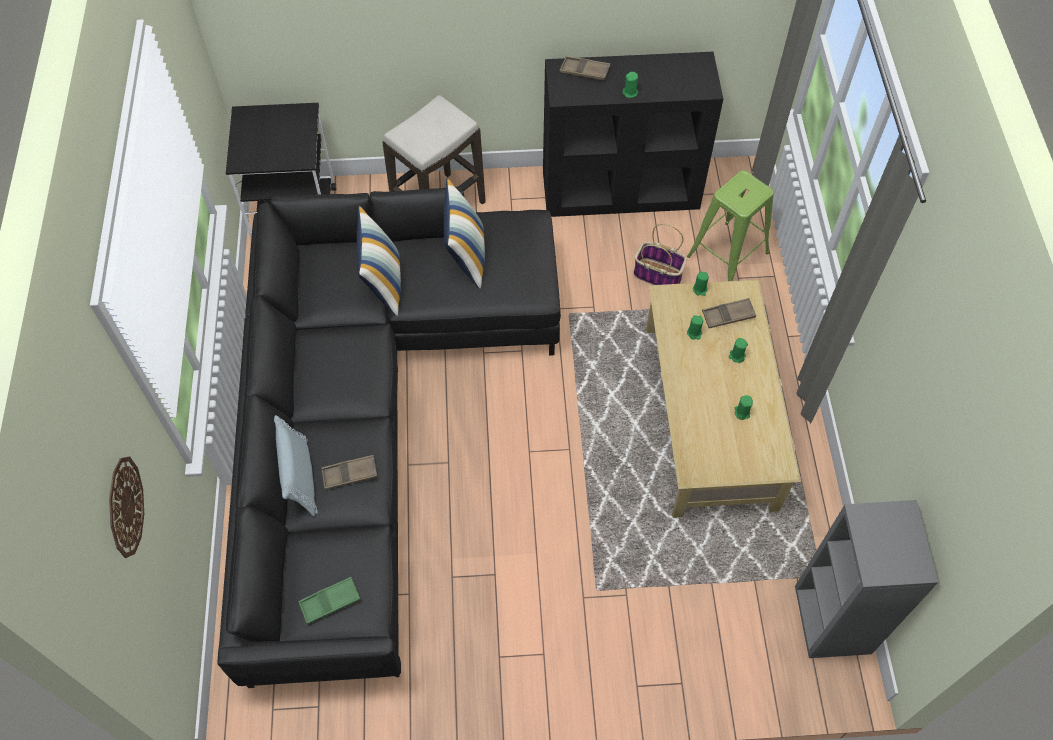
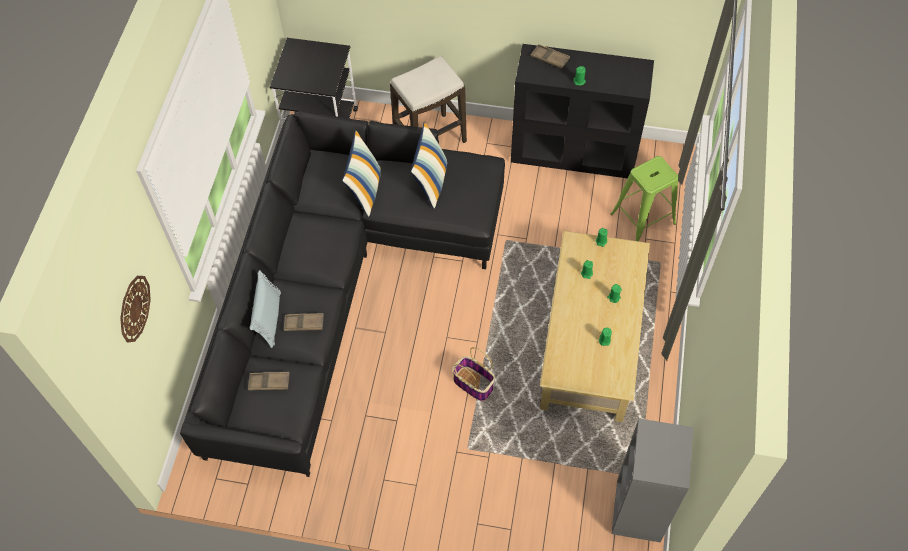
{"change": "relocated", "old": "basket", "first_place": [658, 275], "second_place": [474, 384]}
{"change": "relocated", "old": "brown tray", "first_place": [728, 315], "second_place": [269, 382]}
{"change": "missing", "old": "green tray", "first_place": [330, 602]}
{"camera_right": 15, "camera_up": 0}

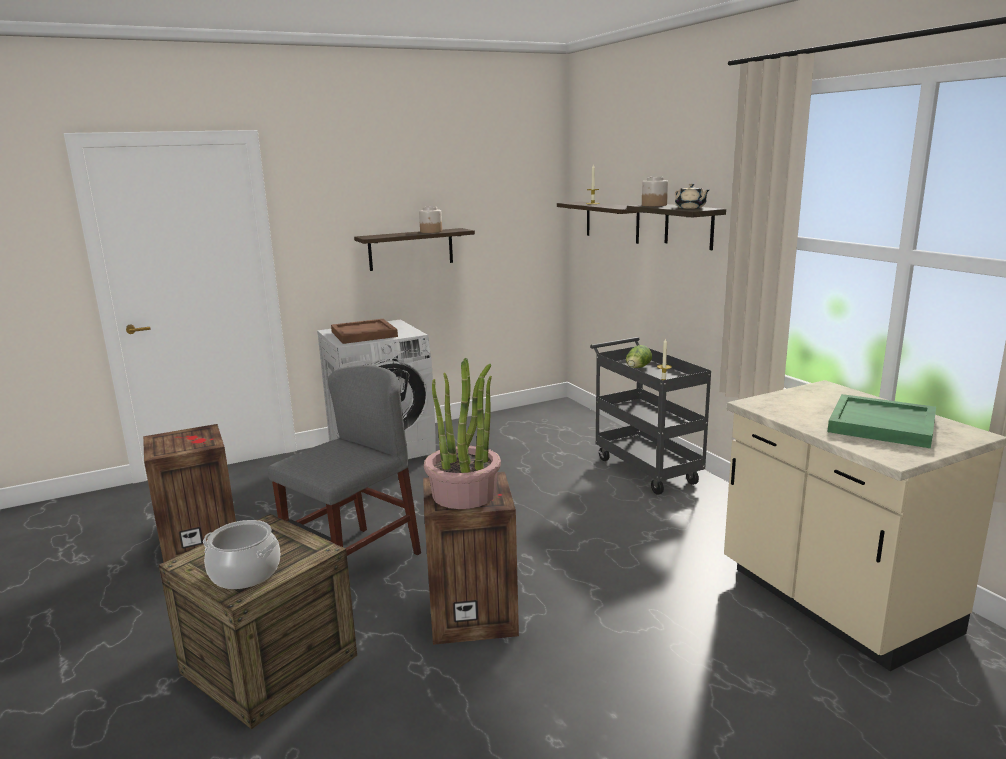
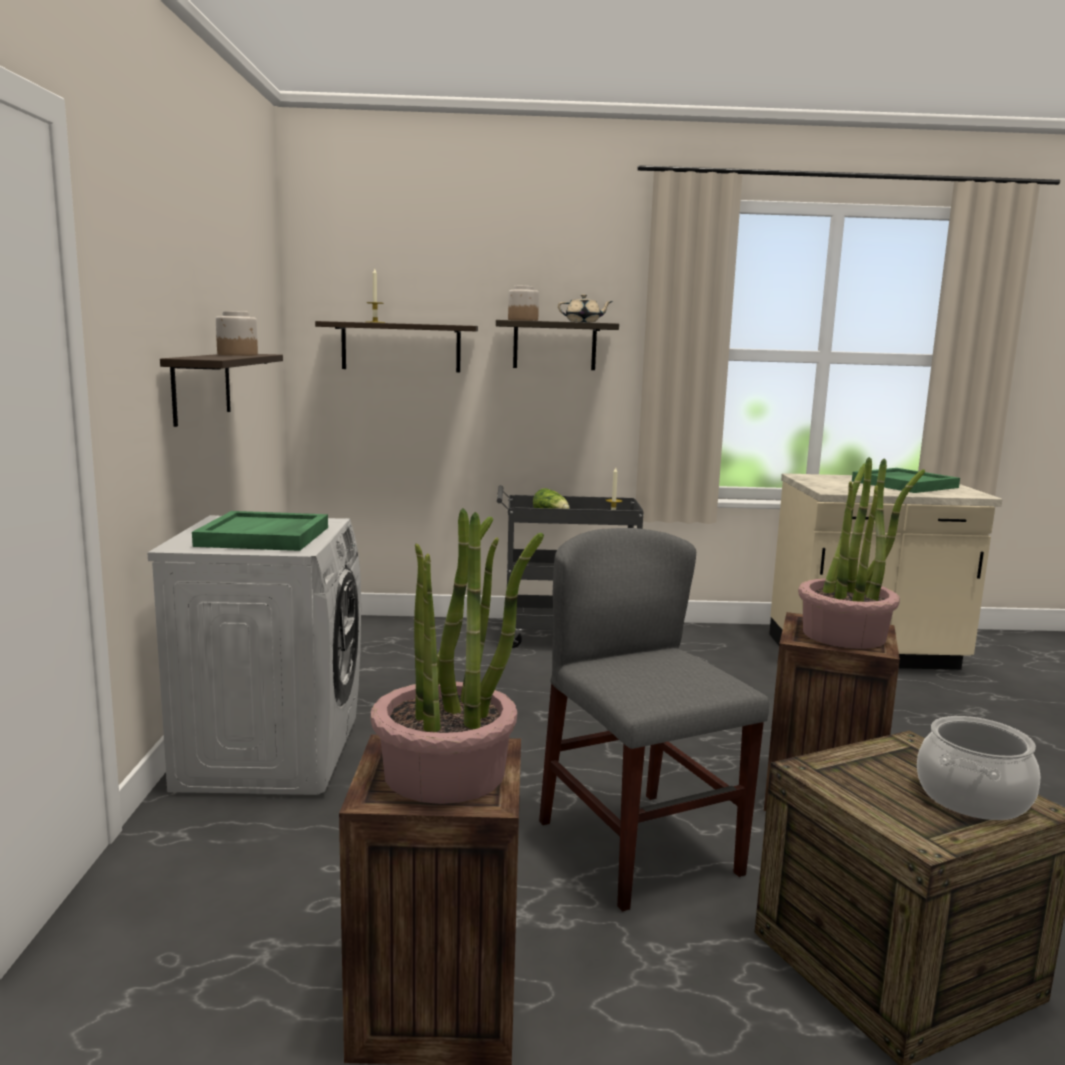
{"change": "colour", "old": "brown tray", "new": "green tray", "first_place": [363, 334], "second_place": [264, 537]}
{"change": "appeared", "new": "potted plant", "second_place": [446, 773]}
{"camera_right": -65, "camera_up": -5}

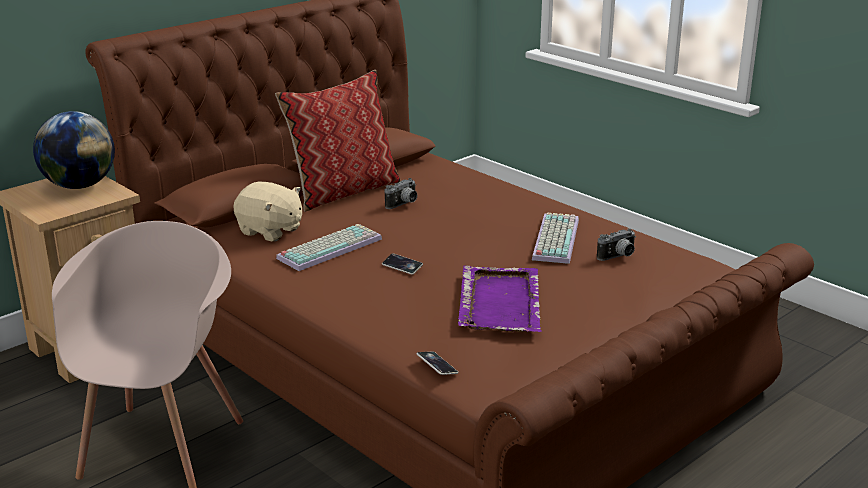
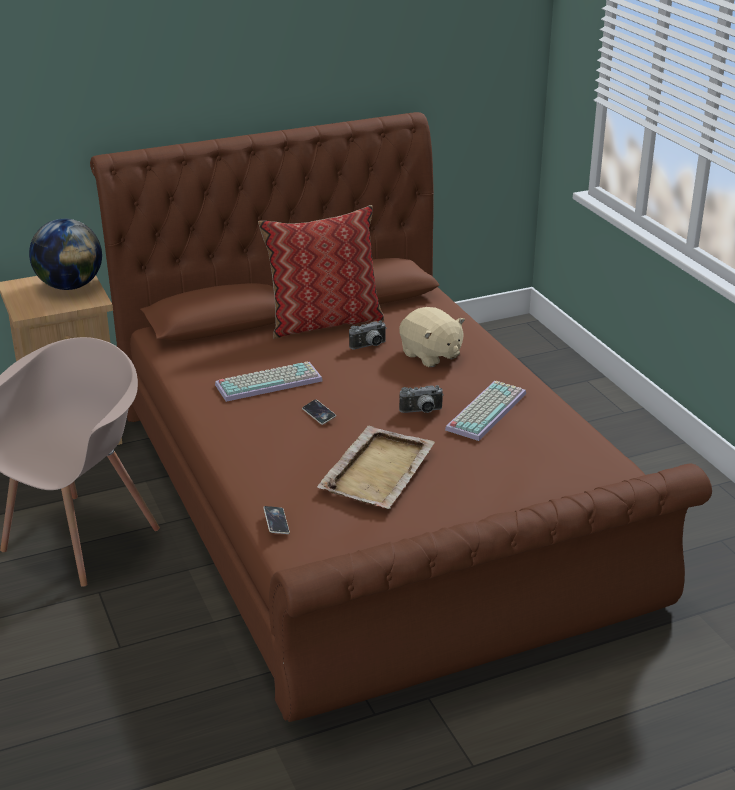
{"change": "relocated", "old": "beige plush toy", "first_place": [270, 231], "second_place": [431, 355]}
{"change": "relocated", "old": "photo camera", "first_place": [618, 257], "second_place": [422, 412]}
{"change": "colour", "old": "purple tray", "new": "beige tray", "first_place": [500, 302], "second_place": [378, 469]}
{"camera_right": 20, "camera_up": 5}

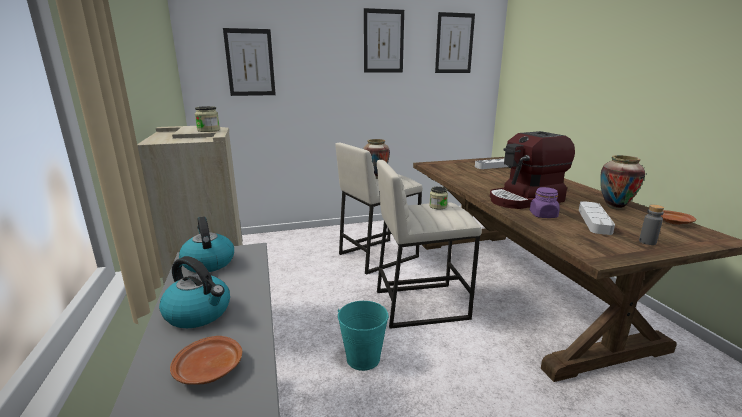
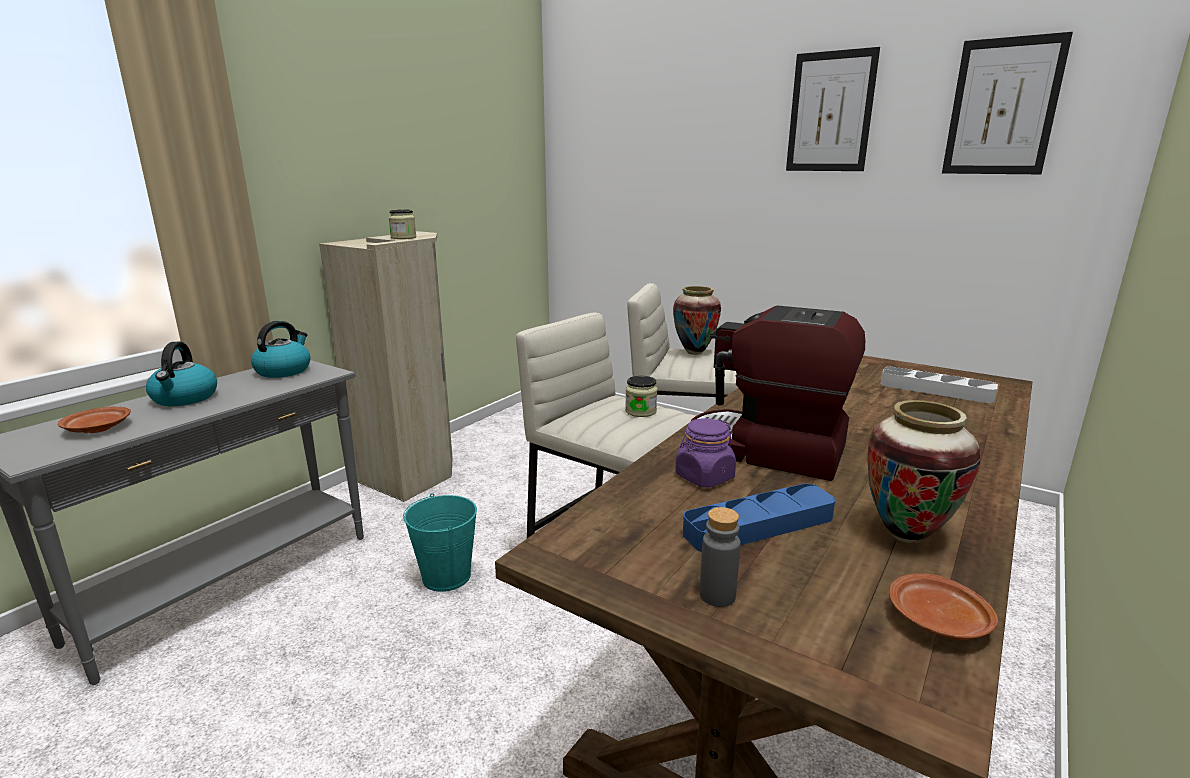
{"change": "missing", "old": "picture", "first_place": [250, 62]}
{"change": "colour", "old": "grey tray", "new": "blue tray", "first_place": [594, 221], "second_place": [759, 525]}
{"camera_right": 50, "camera_up": 0}

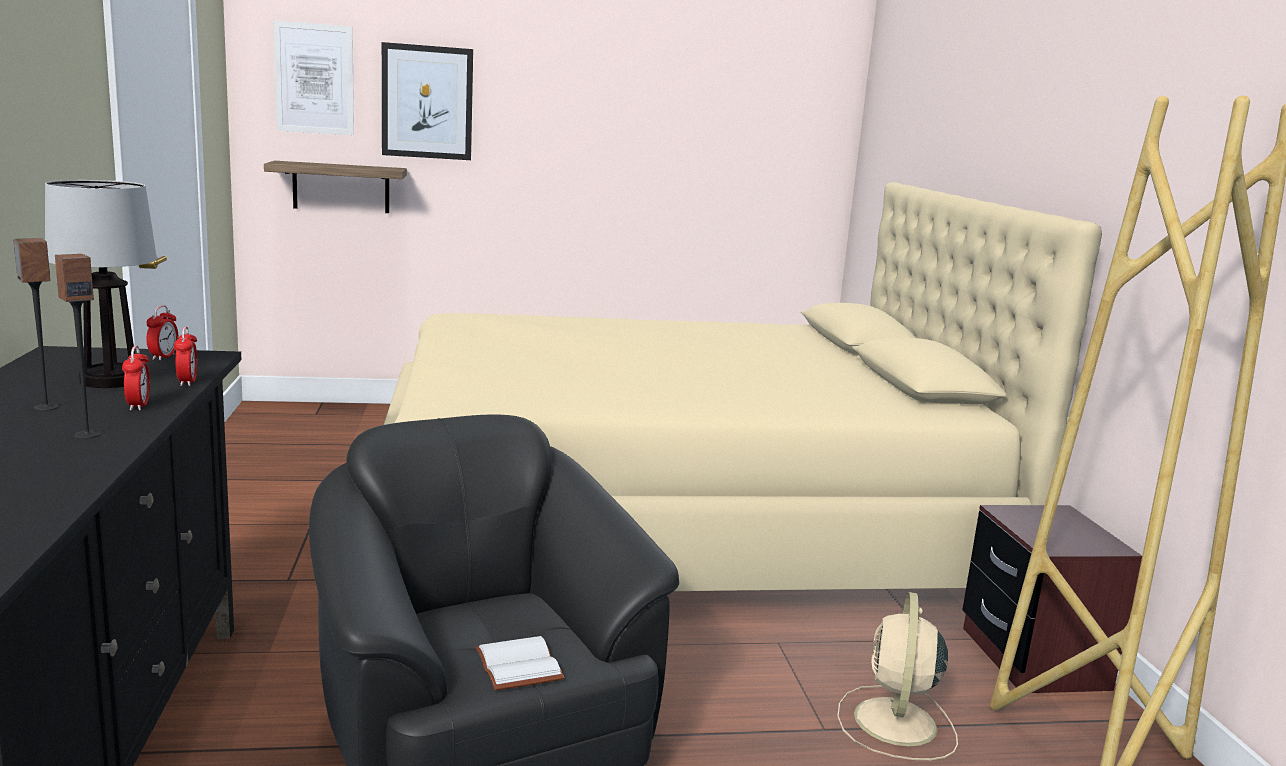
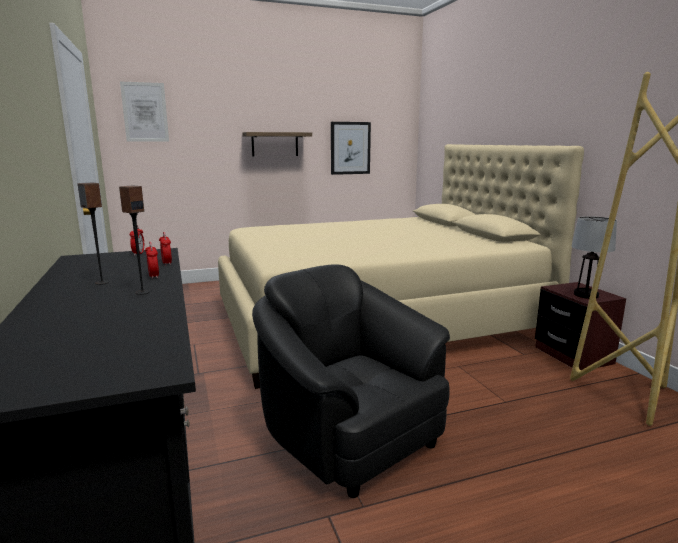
{"change": "relocated", "old": "picture", "first_place": [427, 102], "second_place": [350, 148]}
{"change": "relocated", "old": "shelf", "first_place": [341, 187], "second_place": [275, 144]}
{"change": "relocated", "old": "table lamp", "first_place": [110, 380], "second_place": [586, 295]}
{"change": "missing", "old": "beige fan", "first_place": [895, 724]}
{"change": "missing", "old": "white book", "first_place": [515, 665]}
{"camera_right": -10, "camera_up": 0}

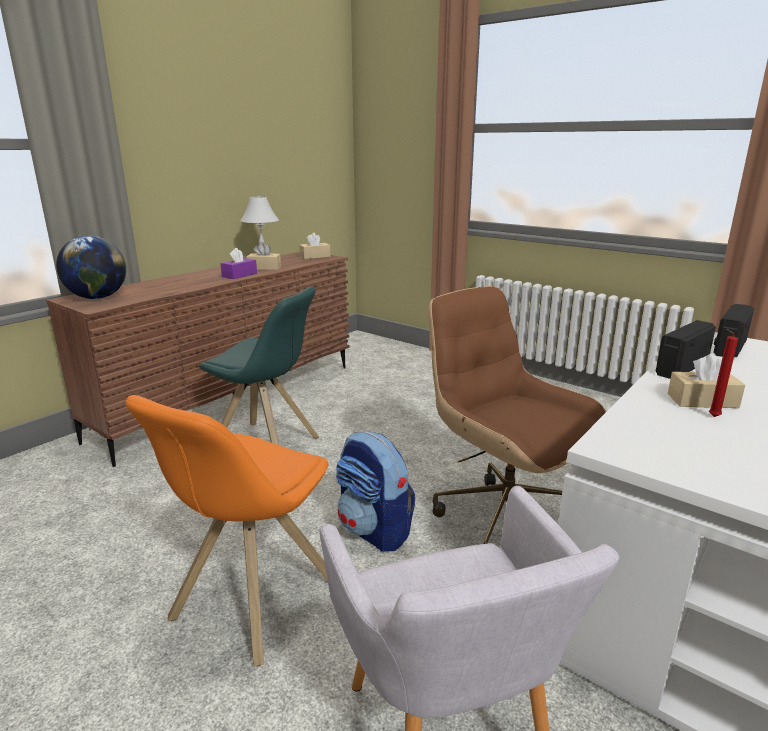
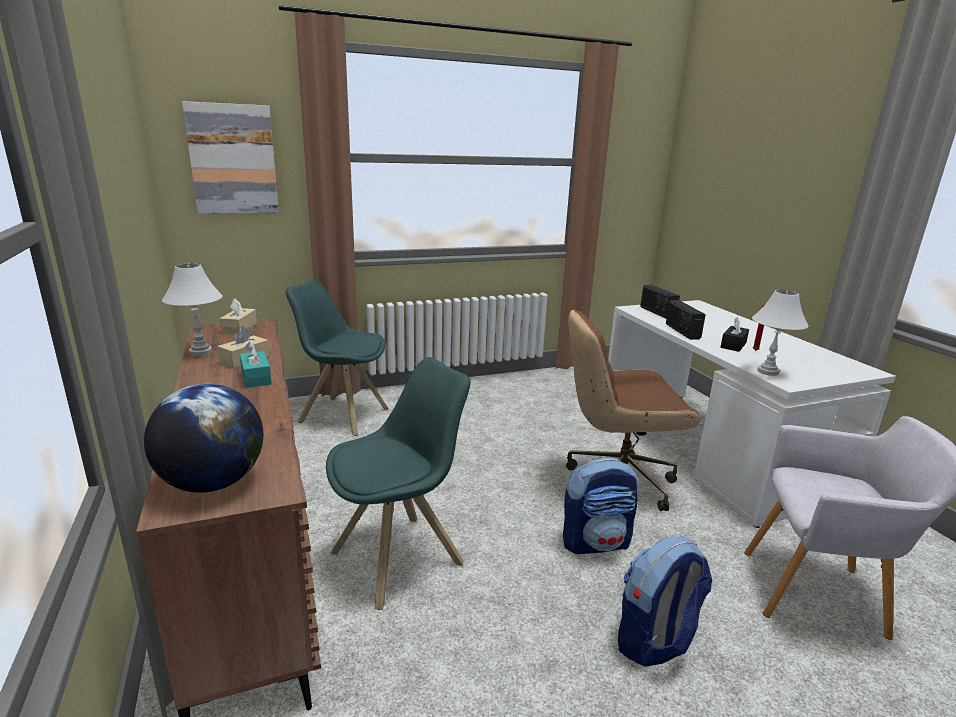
{"change": "colour", "old": "purple tissue box", "new": "turquoise tissue box", "first_place": [239, 275], "second_place": [256, 377]}
{"change": "colour", "old": "beige tissue box", "new": "black tissue box", "first_place": [702, 401], "second_place": [733, 345]}
{"change": "exchanged", "old": "orange chair", "new": "backpack", "first_place": [253, 599], "second_place": [655, 641]}
{"change": "appeared", "new": "picture", "second_place": [233, 160]}
{"change": "appeared", "new": "turquoise chair", "second_place": [343, 415]}
{"change": "appeared", "new": "white table lamp", "second_place": [768, 372]}
{"camera_right": -60, "camera_up": 0}

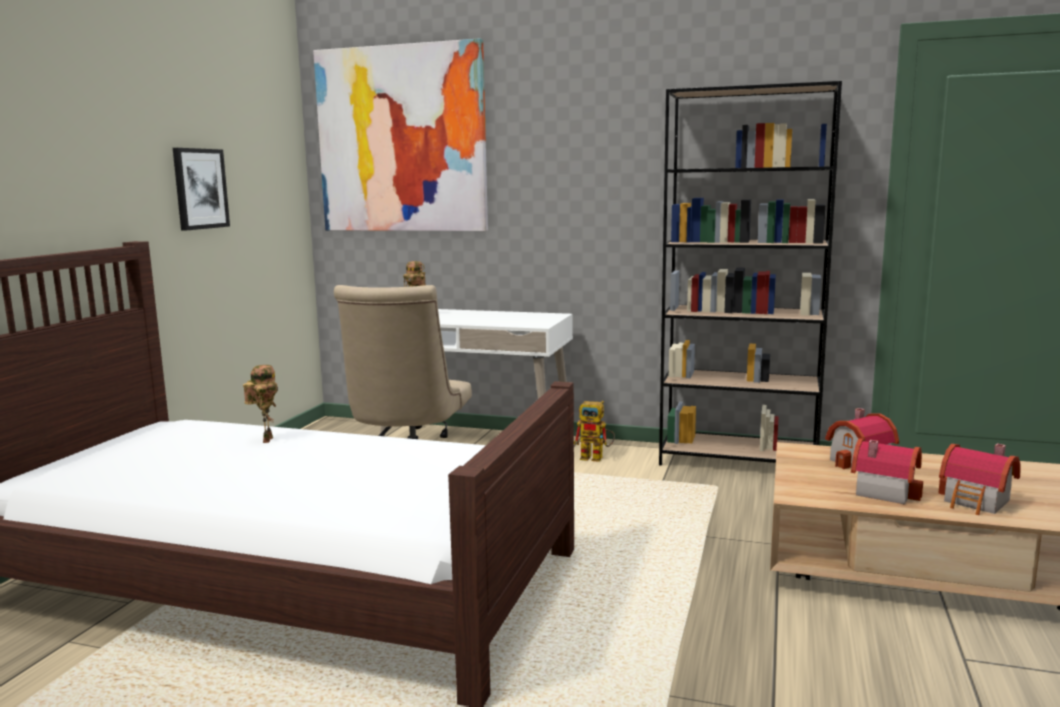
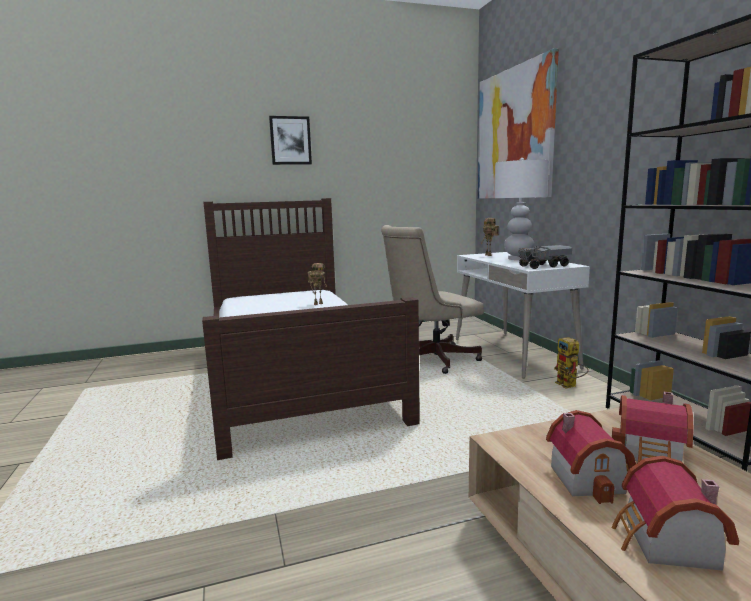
{"change": "relocated", "old": "picture", "first_place": [200, 188], "second_place": [290, 140]}
{"change": "appeared", "new": "white table lamp", "second_place": [518, 259]}
{"change": "appeared", "new": "toy truck", "second_place": [543, 266]}
{"camera_right": 55, "camera_up": 0}

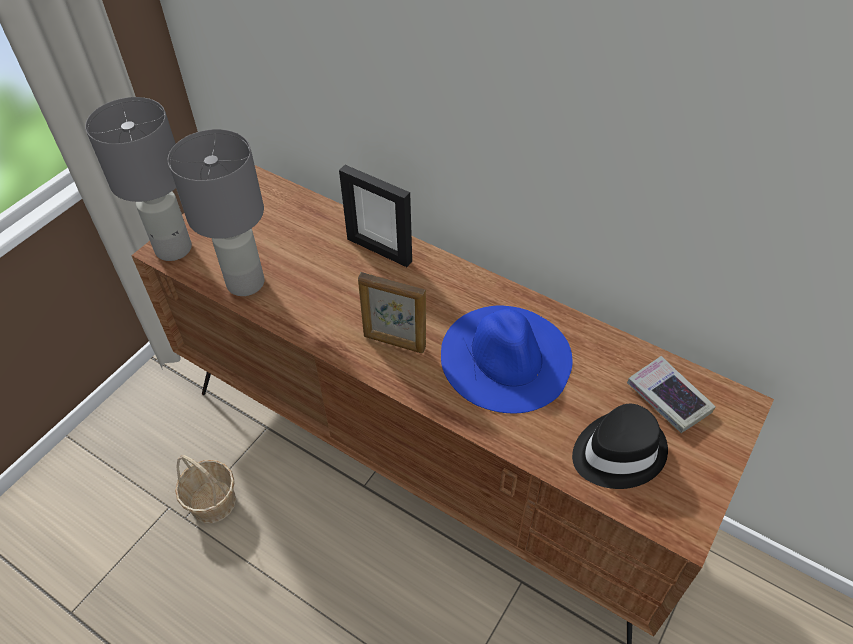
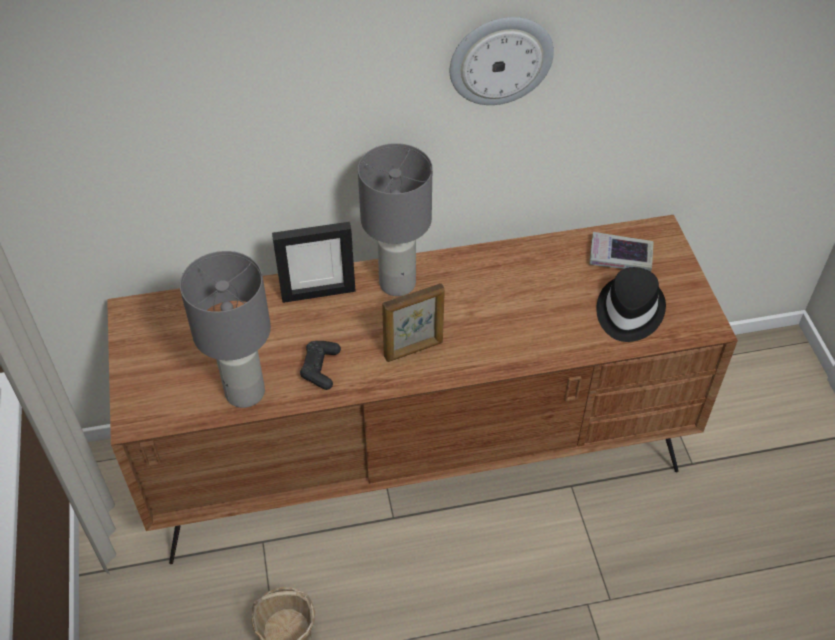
{"change": "relocated", "old": "grey table lamp", "first_place": [174, 248], "second_place": [397, 282]}
{"change": "missing", "old": "blue hat", "first_place": [506, 357]}
{"change": "appeared", "new": "wall clock", "second_place": [500, 60]}
{"change": "appeared", "new": "black game controller", "second_place": [320, 368]}
{"camera_right": -45, "camera_up": 0}

